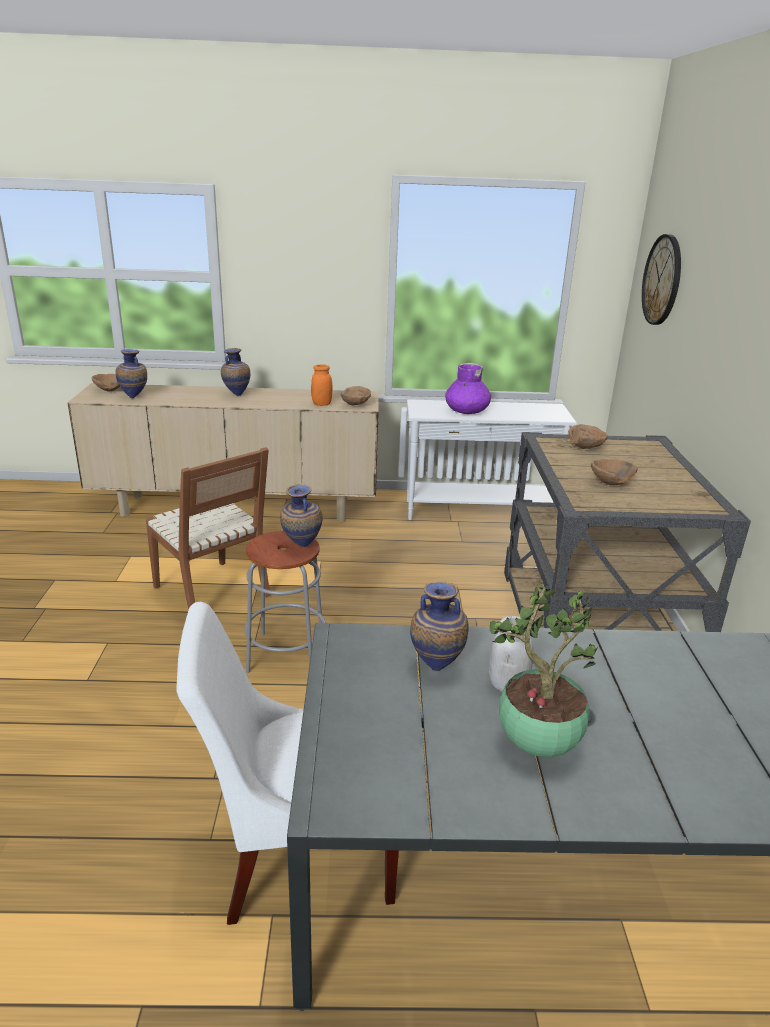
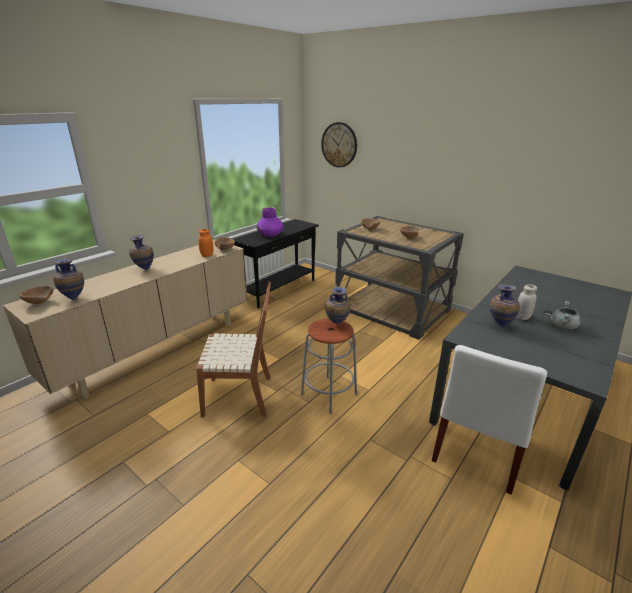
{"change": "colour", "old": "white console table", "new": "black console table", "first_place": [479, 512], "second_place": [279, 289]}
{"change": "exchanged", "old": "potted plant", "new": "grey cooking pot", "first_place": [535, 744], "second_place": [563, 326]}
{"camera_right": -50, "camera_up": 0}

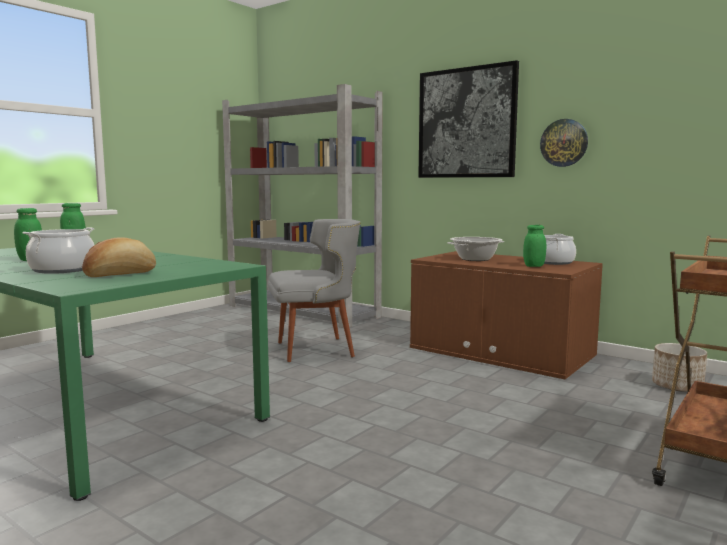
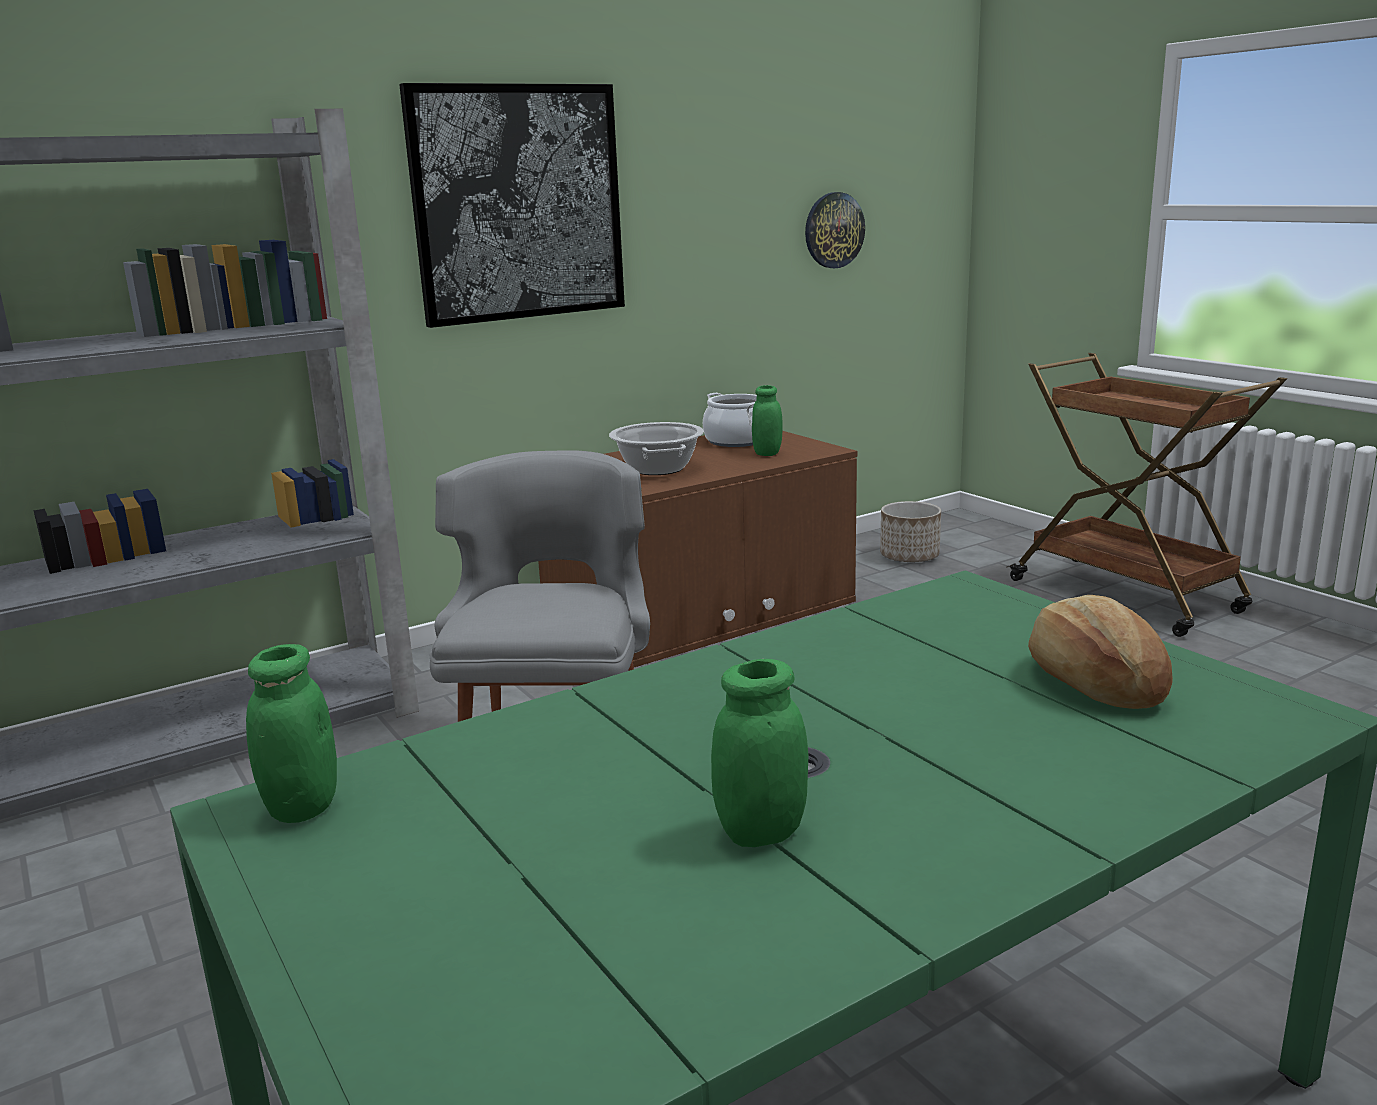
{"change": "relocated", "old": "wall clock", "first_place": [564, 143], "second_place": [833, 230]}
{"change": "missing", "old": "cooking pot", "first_place": [63, 270]}
{"camera_right": -70, "camera_up": 10}

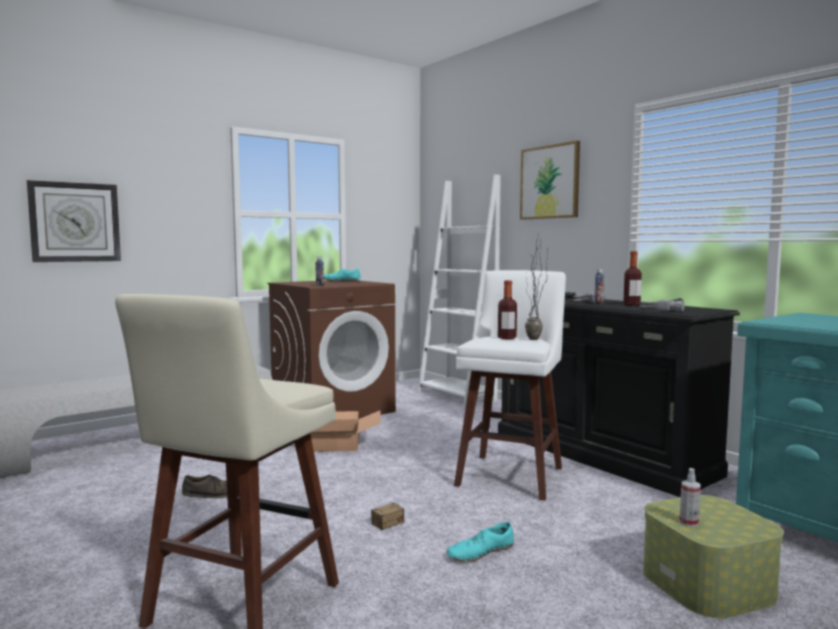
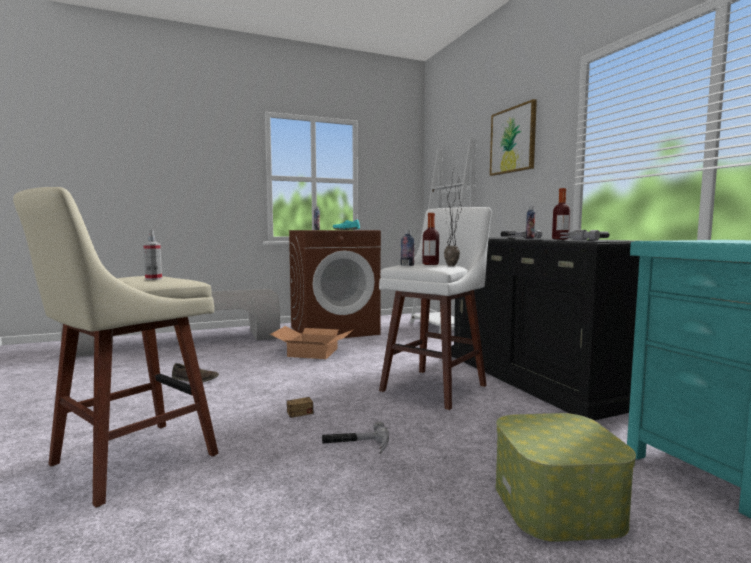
{"change": "missing", "old": "wall clock", "first_place": [75, 222]}
{"change": "relocated", "old": "spray bottle", "first_place": [688, 522], "second_place": [153, 279]}
{"change": "exchanged", "old": "turquoise shoe", "new": "hammer", "first_place": [480, 552], "second_place": [356, 445]}
{"change": "appeared", "new": "bottle", "second_place": [407, 265]}
{"camera_right": 15, "camera_up": 0}

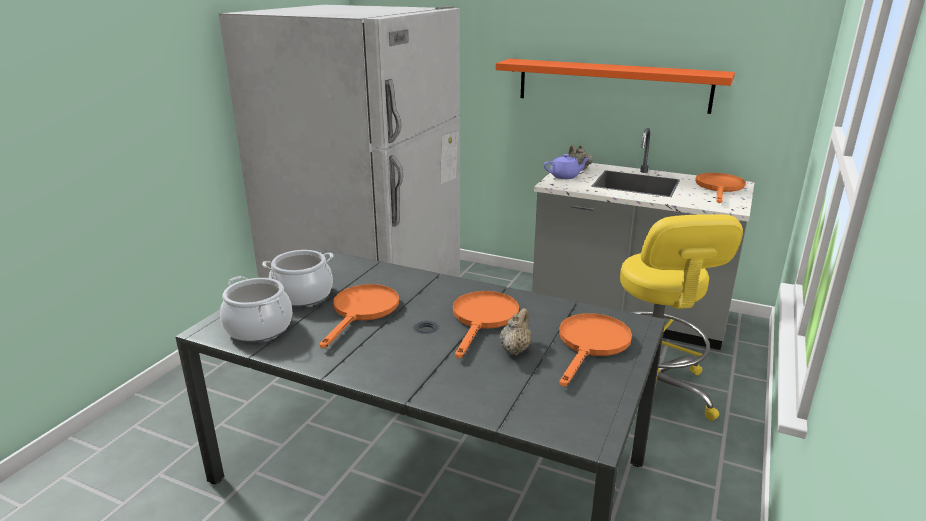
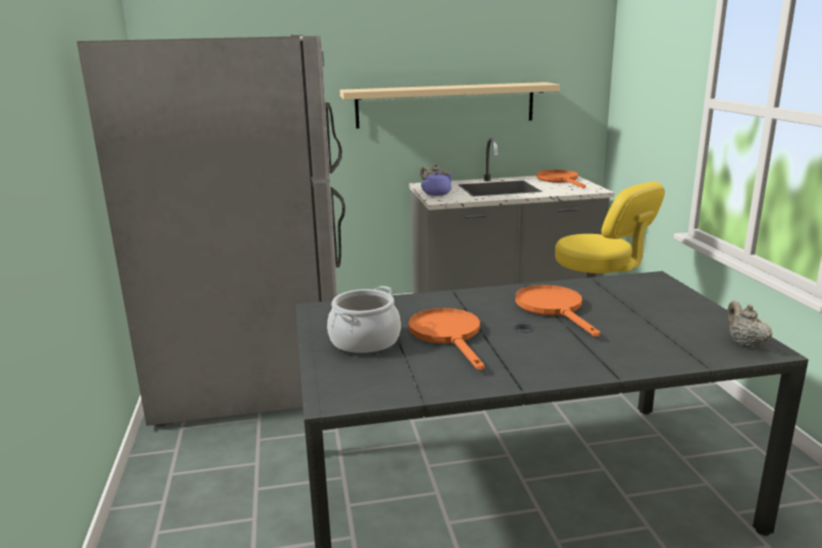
{"change": "colour", "old": "orange shelf", "new": "beige shelf", "first_place": [612, 85], "second_place": [445, 105]}
{"change": "missing", "old": "cooking pot", "first_place": [258, 328]}
{"change": "relocated", "old": "beige teapot", "first_place": [515, 349], "second_place": [744, 343]}
{"change": "missing", "old": "orange frying pan", "first_place": [591, 345]}
{"camera_right": -35, "camera_up": -5}

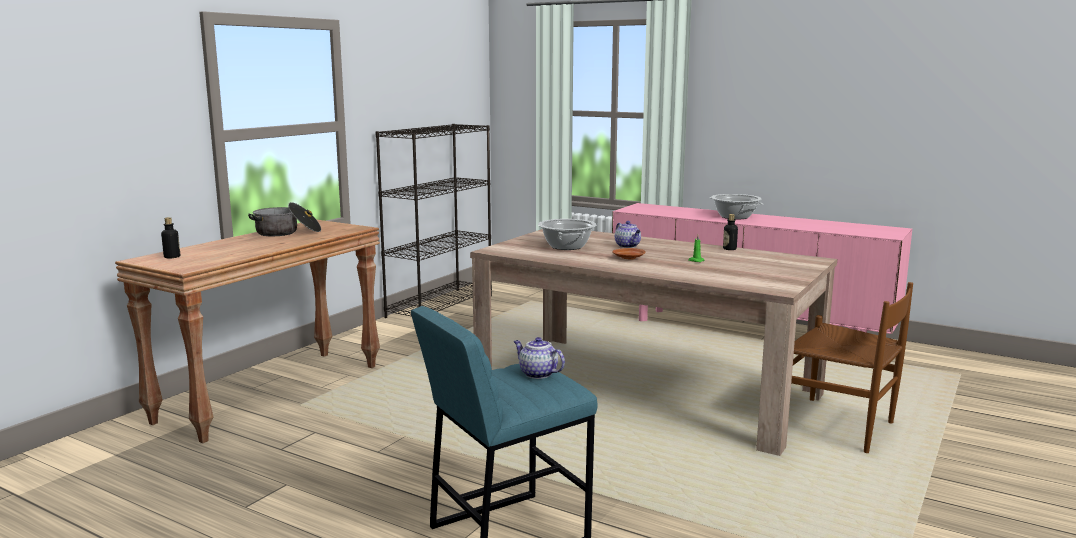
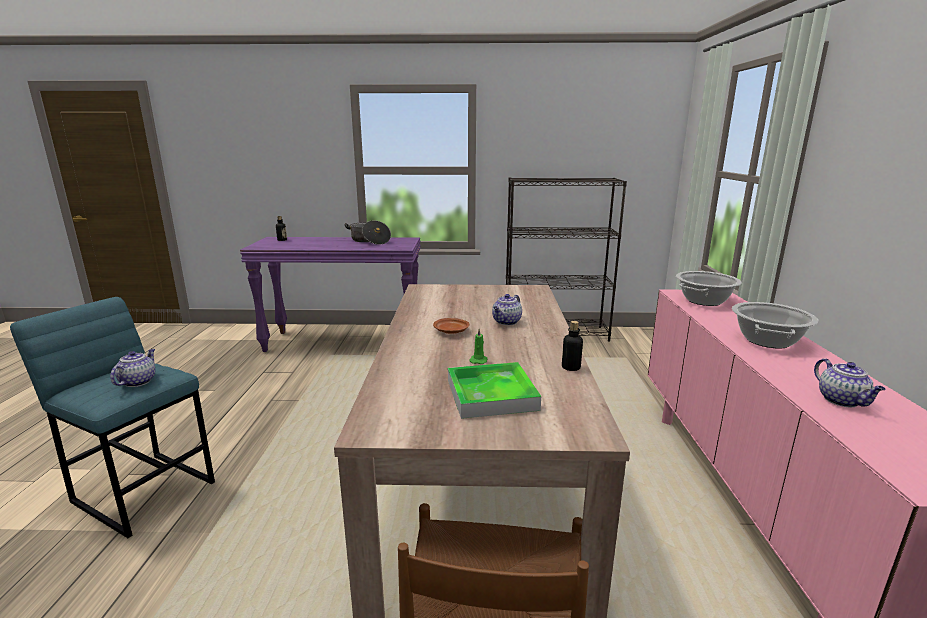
{"change": "relocated", "old": "cooking pot", "first_place": [566, 246], "second_place": [704, 301]}
{"change": "colour", "old": "brown console table", "new": "purple console table", "first_place": [271, 392], "second_place": [344, 342]}
{"change": "appeared", "new": "teapot", "second_place": [842, 401]}
{"change": "appeared", "new": "tray", "second_place": [491, 395]}
{"camera_right": 60, "camera_up": 5}

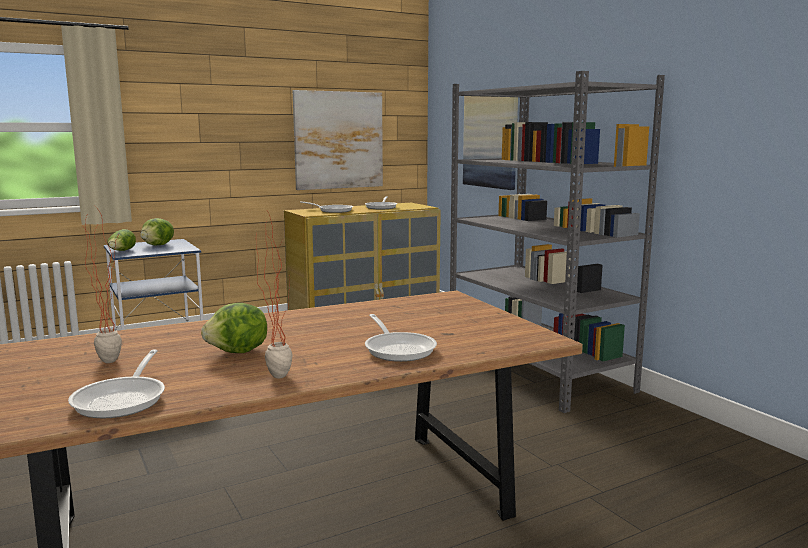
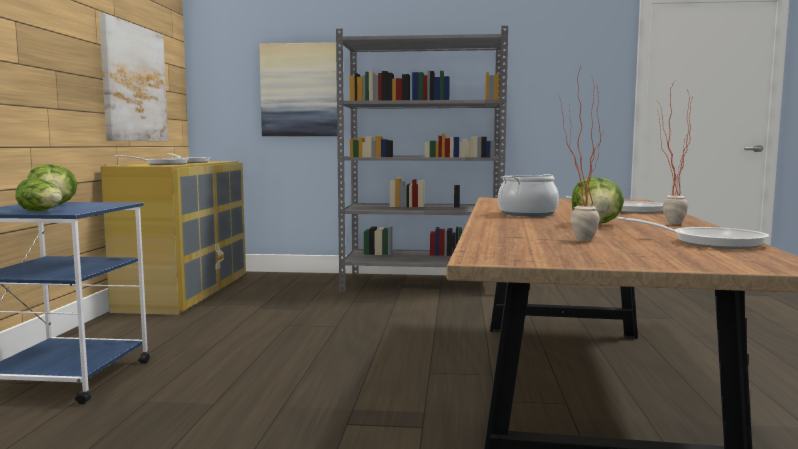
{"change": "appeared", "new": "cooking pot", "second_place": [527, 214]}
{"camera_right": -55, "camera_up": -5}

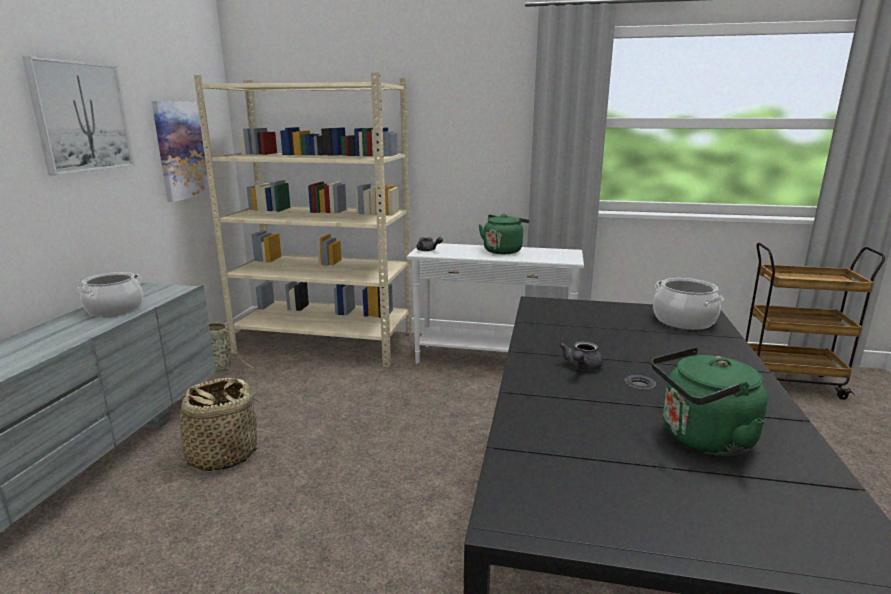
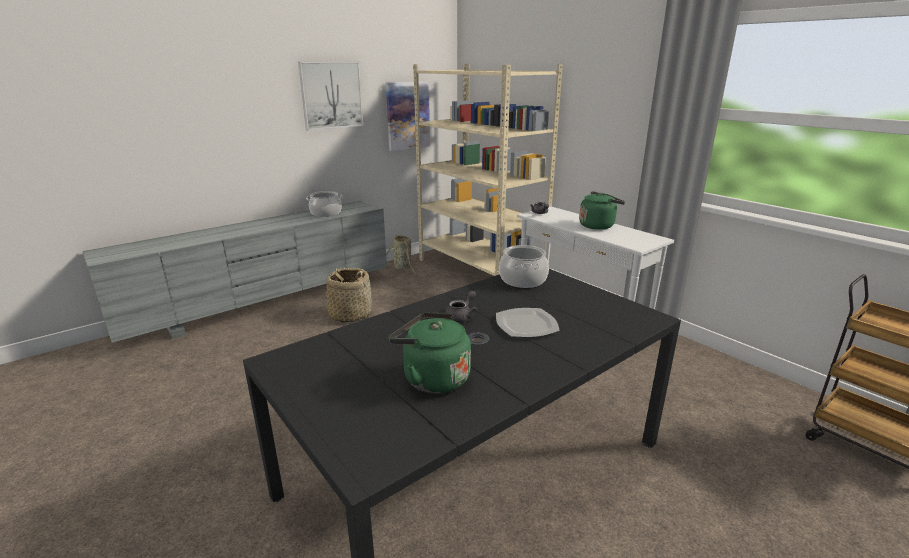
{"change": "relocated", "old": "cooking pot", "first_place": [683, 321], "second_place": [522, 280]}
{"change": "spun", "old": "grey teapot", "first_place": [581, 367], "second_place": [461, 317], "degrees": 150}
{"change": "appeared", "new": "plate", "second_place": [526, 325]}
{"camera_right": 40, "camera_up": 5}

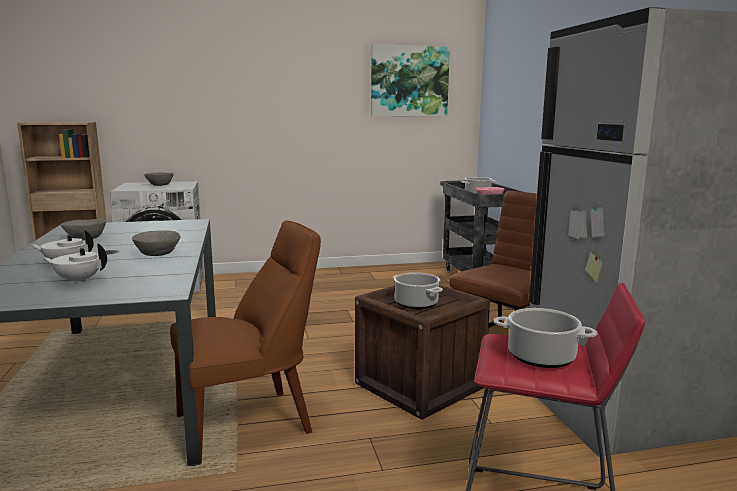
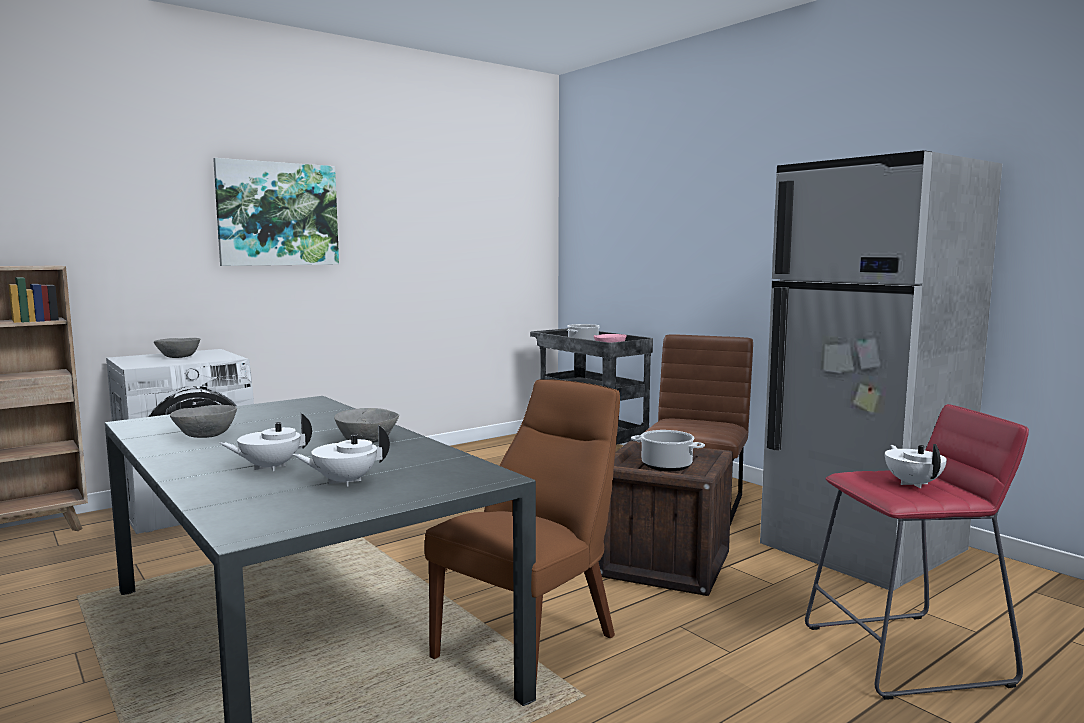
{"change": "relocated", "old": "picture", "first_place": [409, 81], "second_place": [278, 214]}
{"change": "exchanged", "old": "cooking pot", "new": "white teapot", "first_place": [542, 357], "second_place": [913, 483]}
{"camera_right": -25, "camera_up": -5}

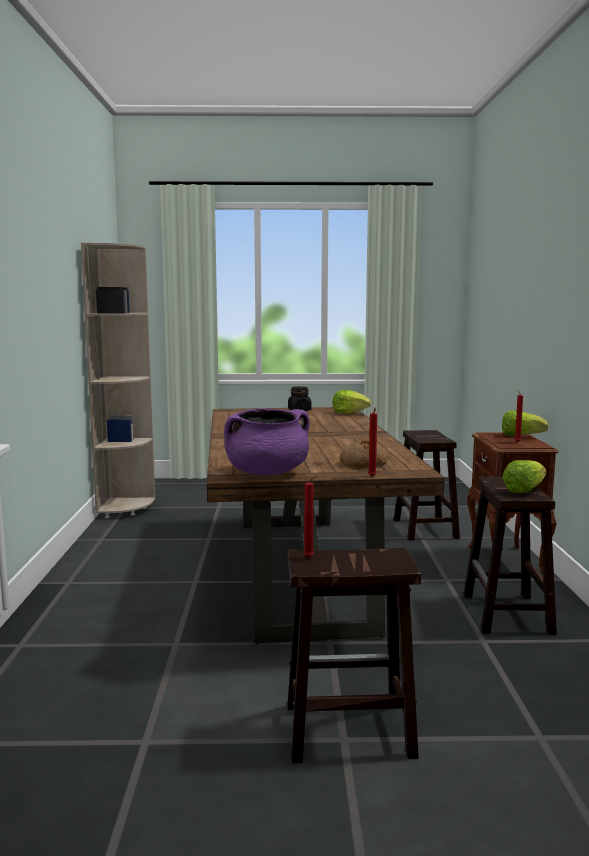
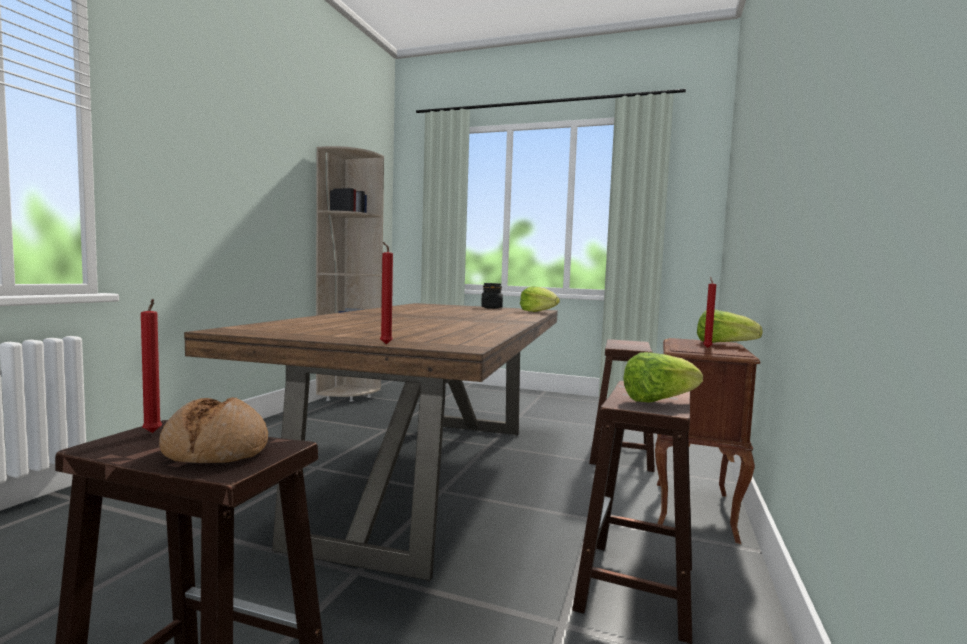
{"change": "missing", "old": "purple cooking pot", "first_place": [267, 473]}
{"change": "relocated", "old": "bread", "first_place": [363, 464], "second_place": [216, 449]}
{"camera_right": 20, "camera_up": -5}

